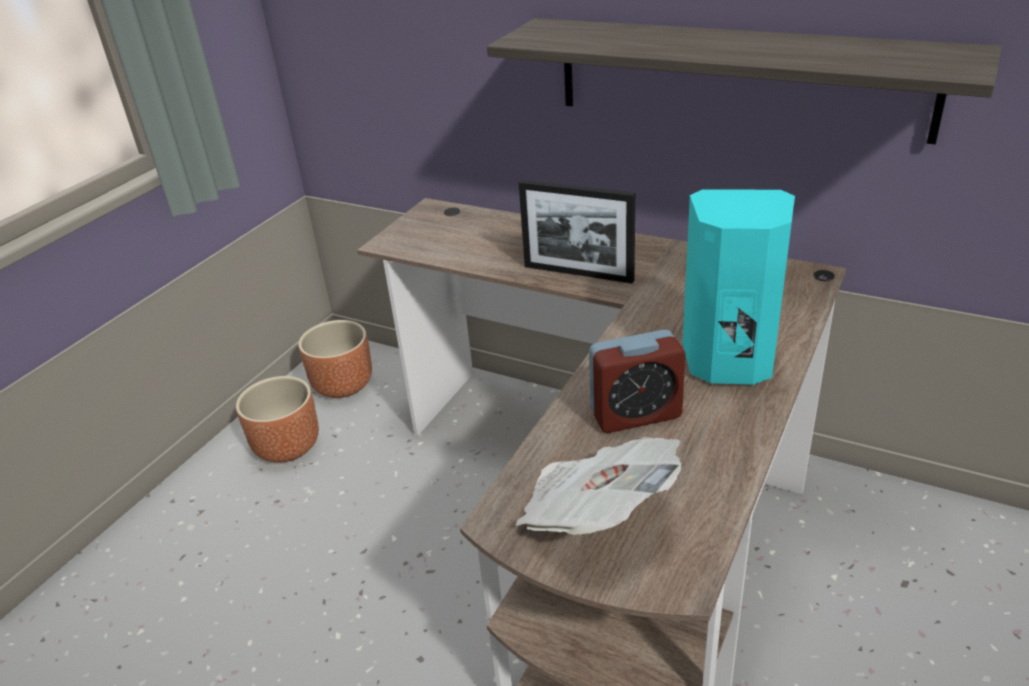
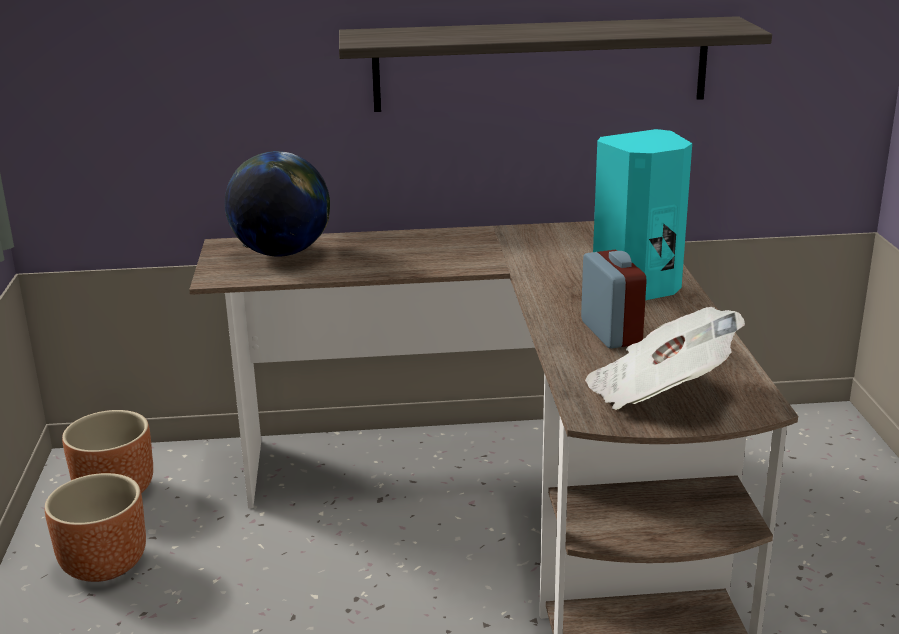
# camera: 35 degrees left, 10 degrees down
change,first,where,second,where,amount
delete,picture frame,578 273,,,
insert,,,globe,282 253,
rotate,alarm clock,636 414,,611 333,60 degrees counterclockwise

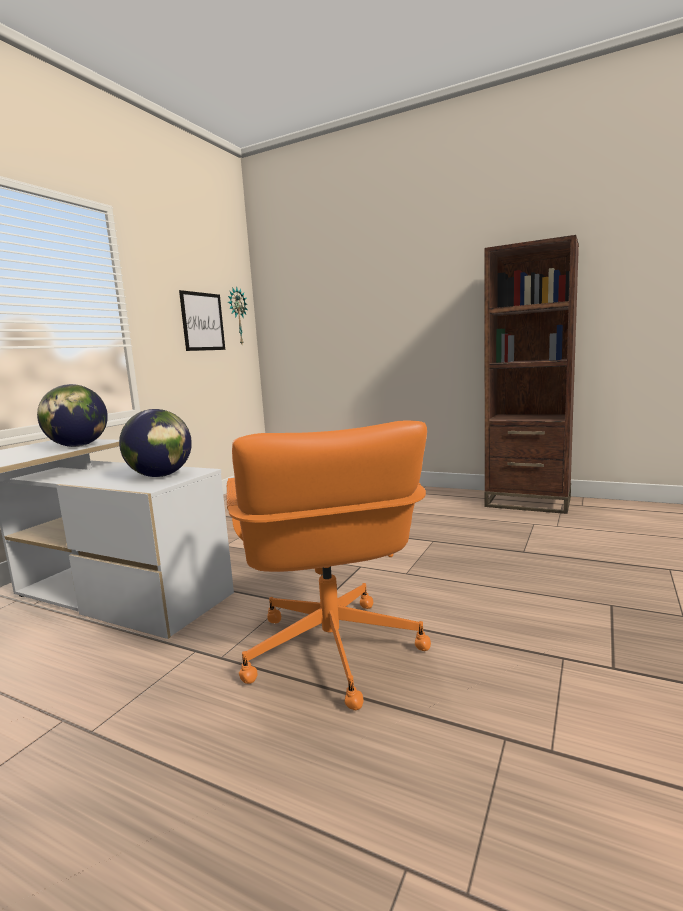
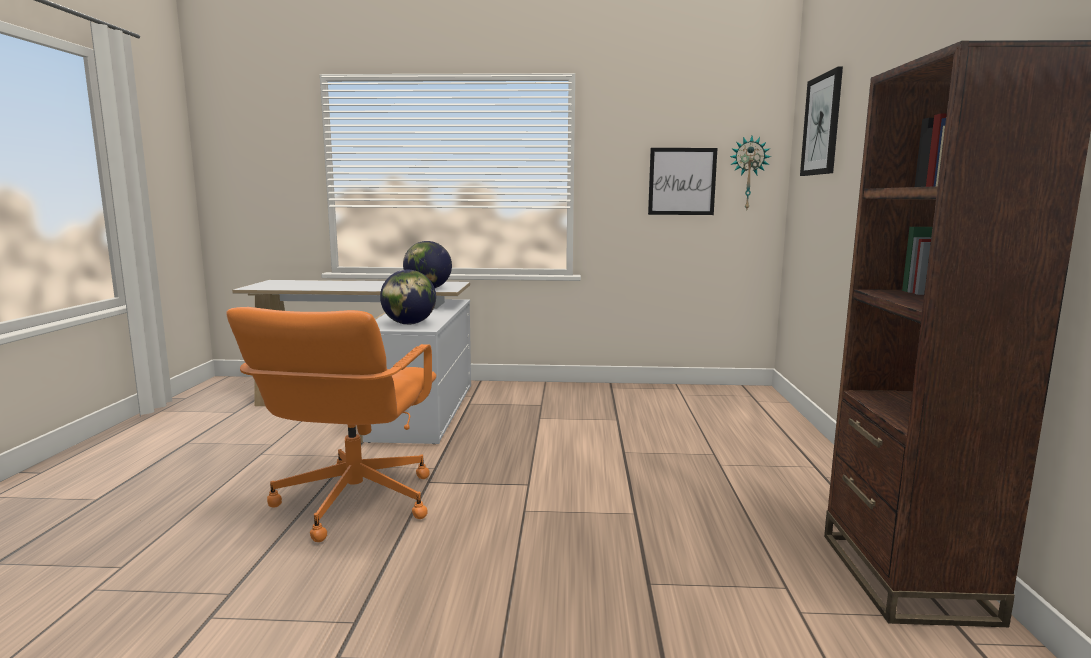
# camera: 65 degrees right, 0 degrees up
change,first,where,second,where,amount
insert,,,picture,822 125,
rotate,orange office chair,331 652,,353 502,45 degrees counterclockwise

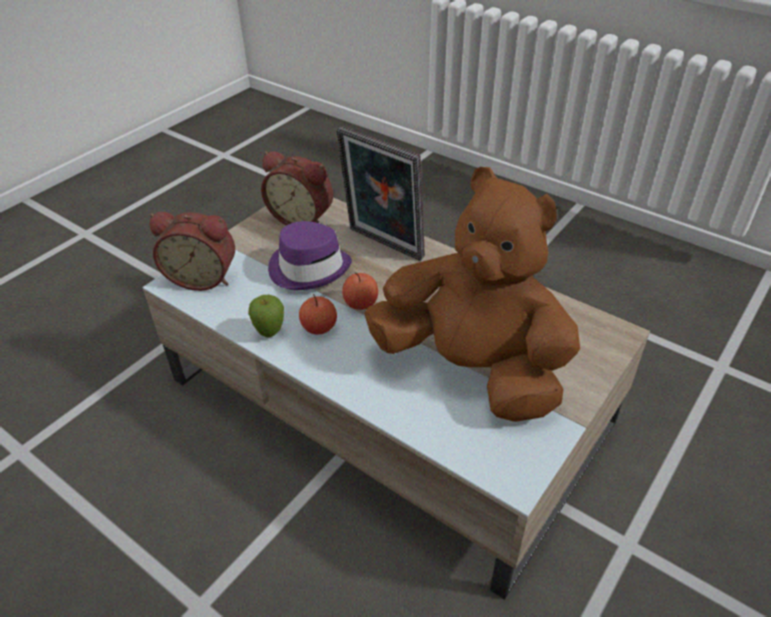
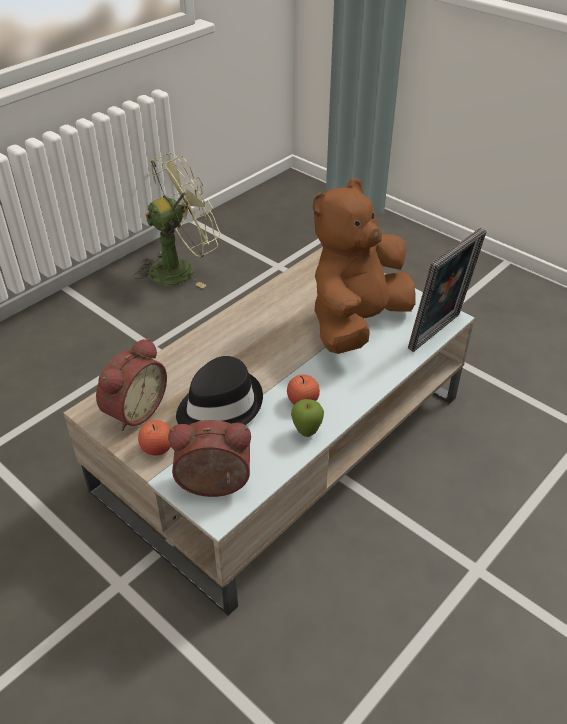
# camera: 85 degrees left, 0 degrees up
change,first,where,second,where,amount
insert,,,green fan,181 269,
move,picture frame,382 245,,438 333,
move,apple,360 303,,157 448,
recolor,purple hat,309 268,black hat,219 406,
rotate,alarm clock,203 277,,214 487,105 degrees counterclockwise

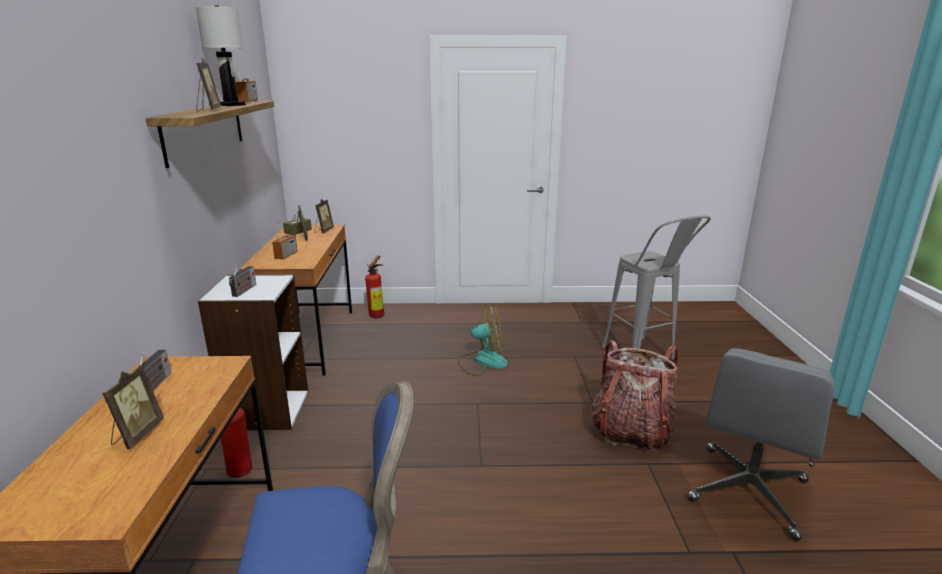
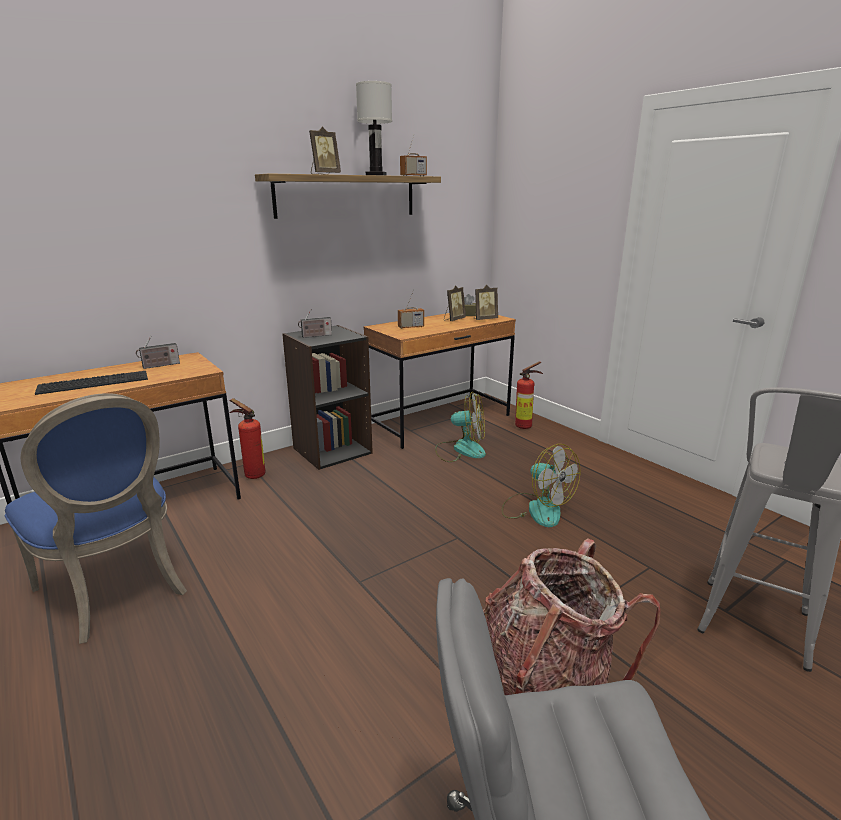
# camera: 55 degrees right, 0 degrees up
change,first,where,second,where,amount
insert,,,fan,461 450,
replace,picture frame,136 435,keyboard,95 382,
recolor,white bookcase,267 410,black bookcase,332 450,

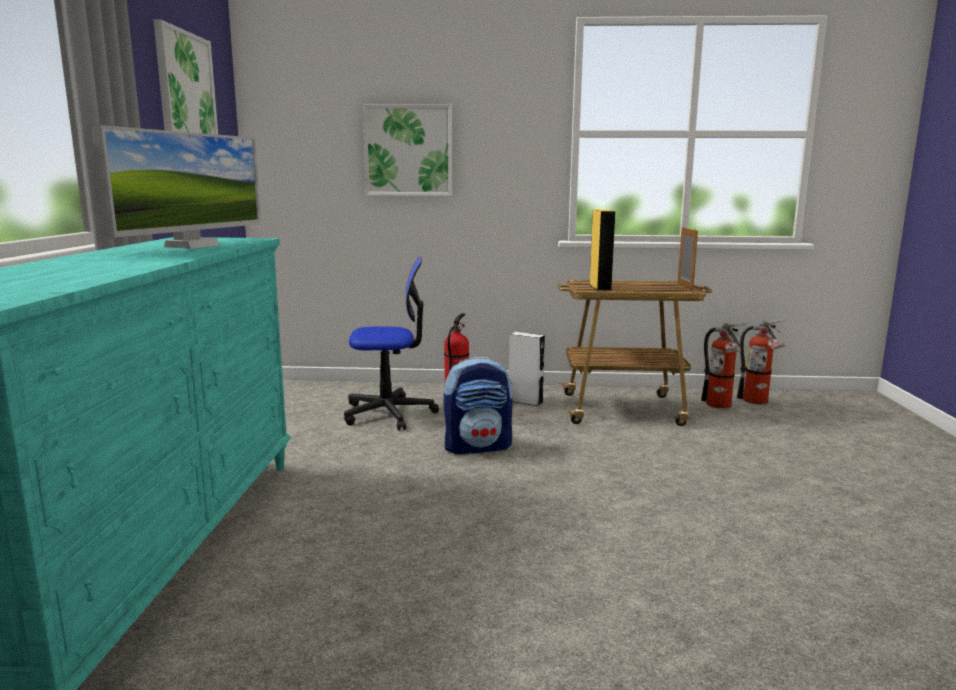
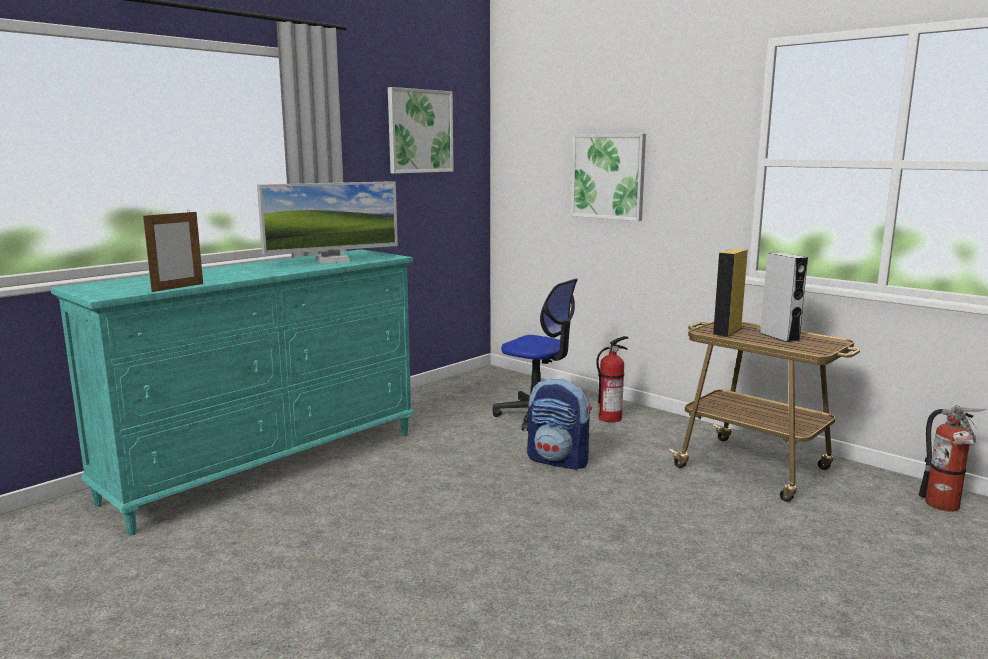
# camera: 40 degrees right, 0 degrees up
change,first,where,second,where,amount
delete,fire extinguisher,720 406,,,
move,grey speaker,525 401,,779 337,
move,picture frame,684 287,,178 287,

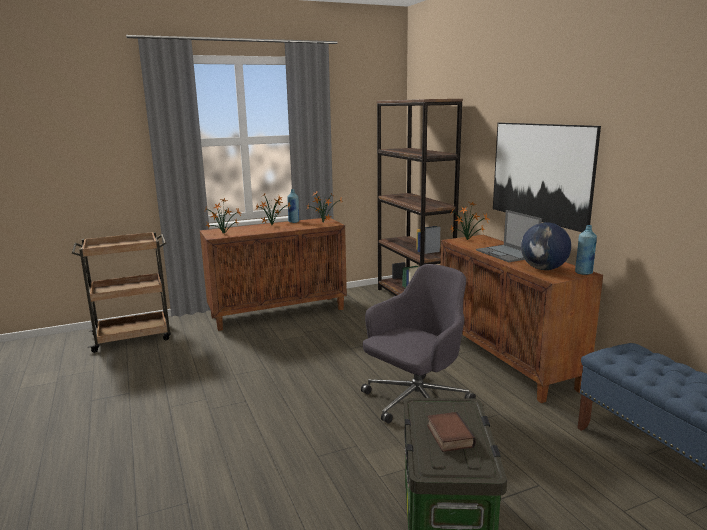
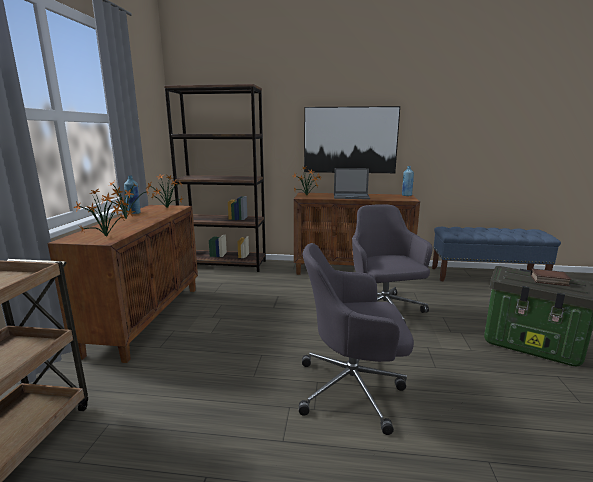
# camera: 60 degrees left, 0 degrees up
change,first,where,second,where,amount
delete,globe,543 269,,,
insert,,,grey office chair,353 388,

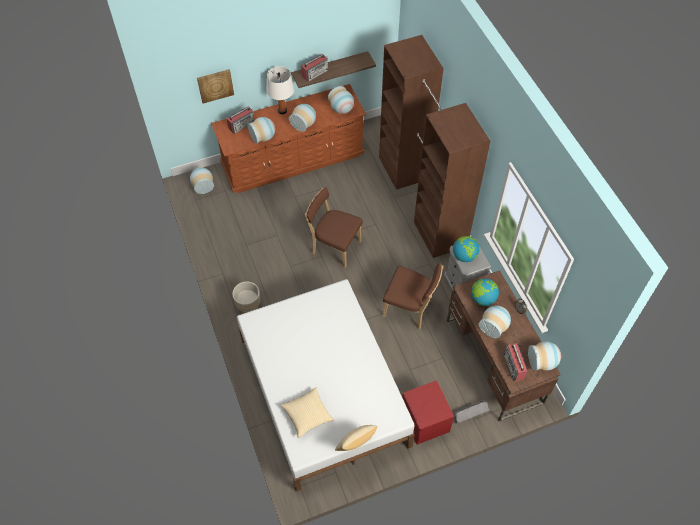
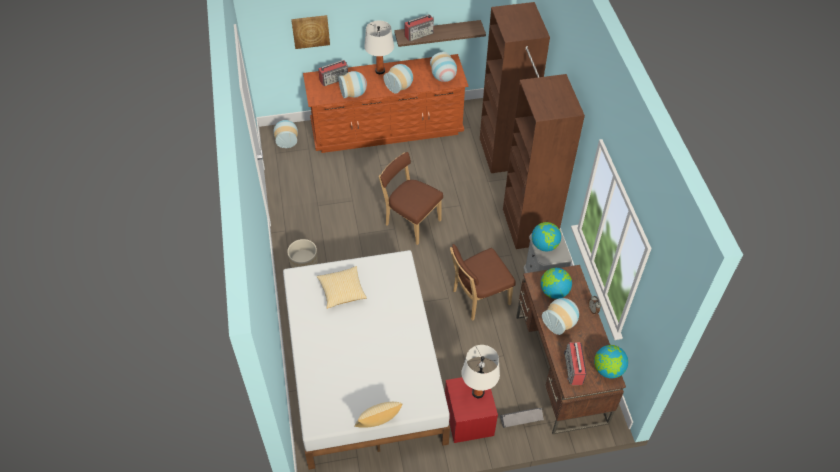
# camera: 10 degrees right, 5 degrees down
change,first,where,second,where,amount
insert,,,white table lamp,478 393,
move,pillow,307 415,,342 291,
replace,vase,542 362,globe,607 369,
rotate,brown chair,410 309,,478 298,120 degrees clockwise

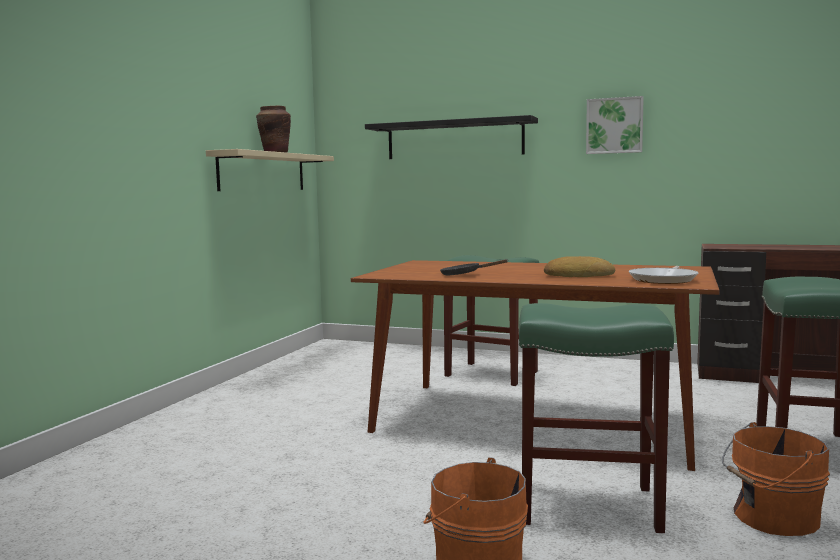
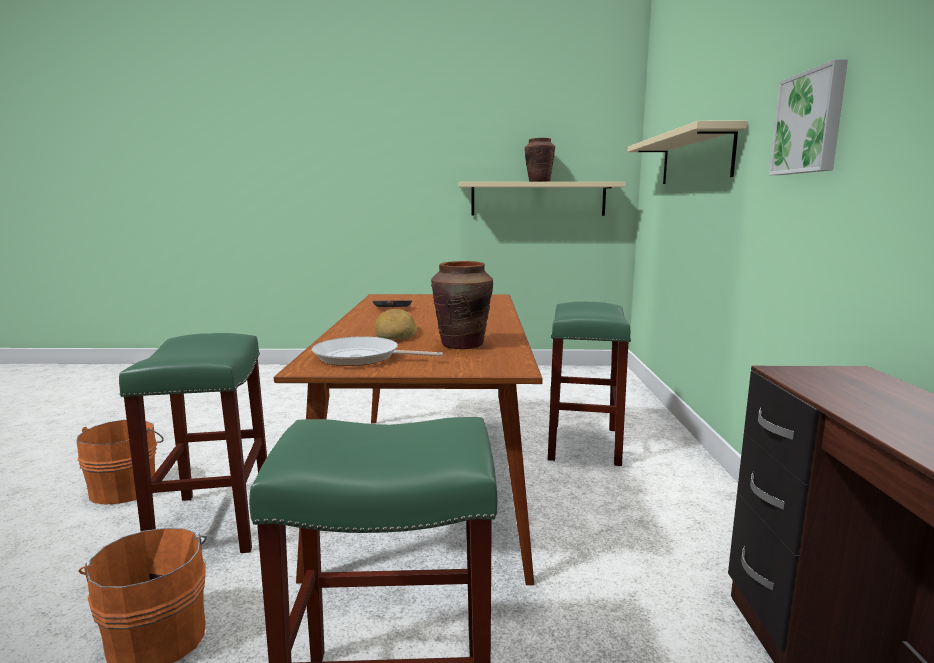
# camera: 70 degrees right, 5 degrees up
change,first,where,second,where,amount
insert,,,brown vase,462 344,
recolor,black shelf,454 139,beige shelf,695 158,

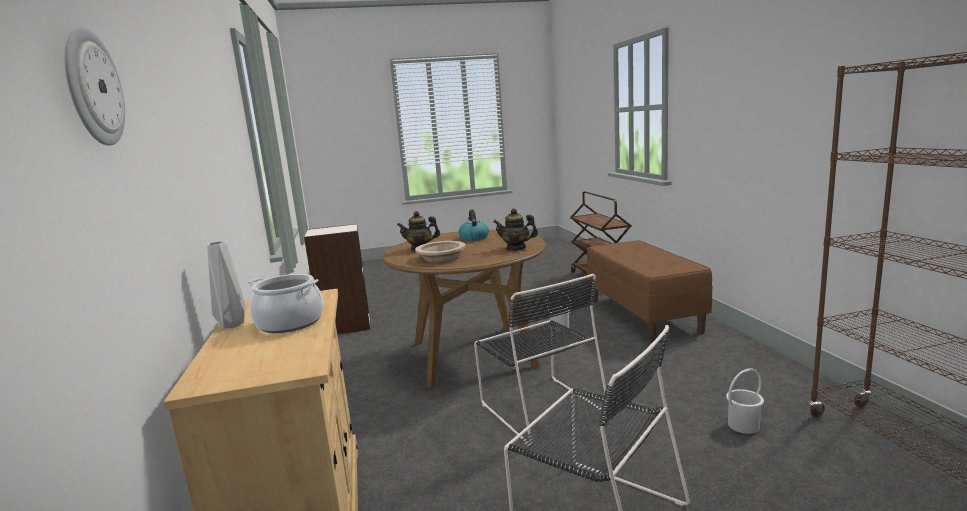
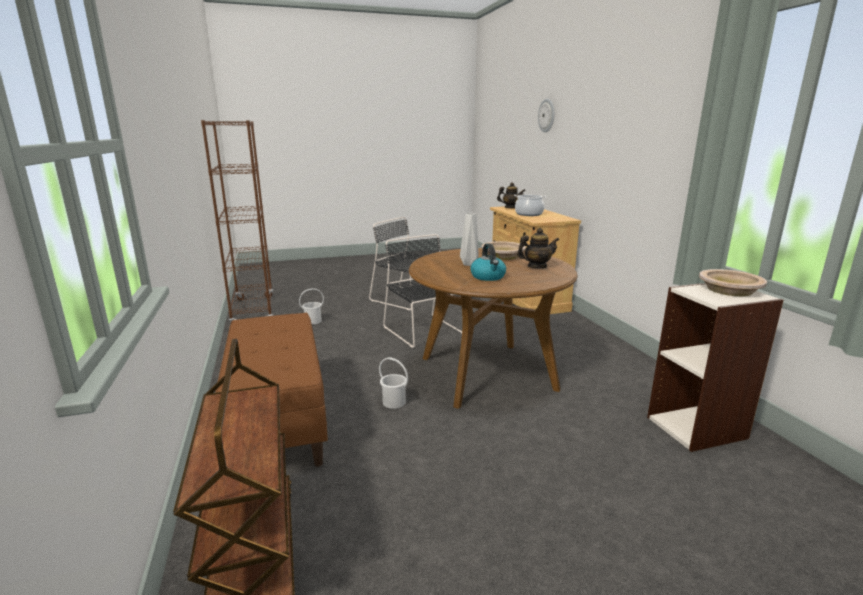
# camera: 175 degrees right, 5 degrees up
change,first,where,second,where,amount
insert,,,beige bowl,729 290,
move,grey vase,232 324,,470 264,
move,teapot,516 248,,510 207,

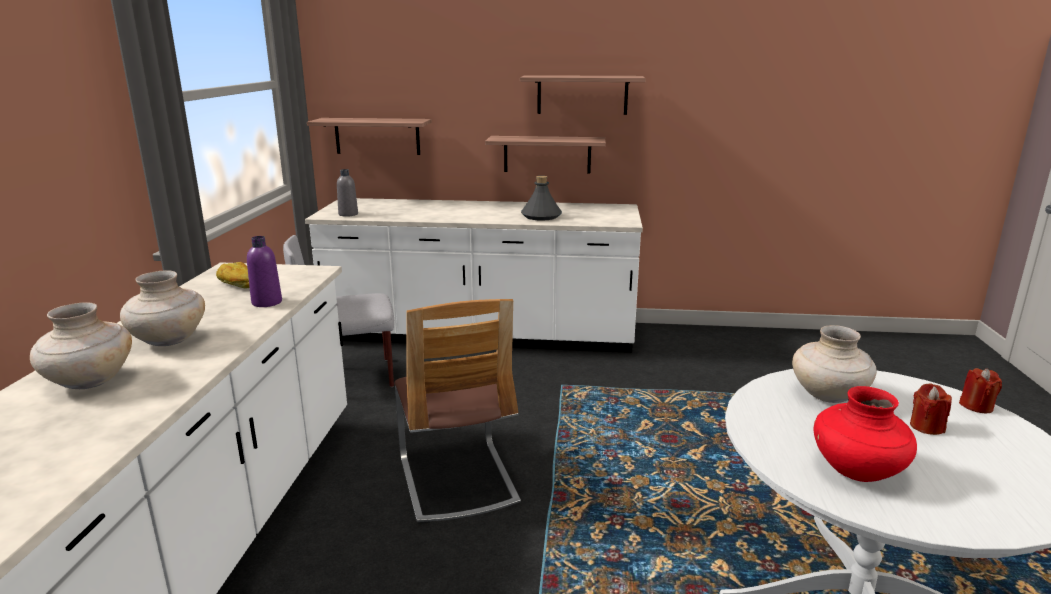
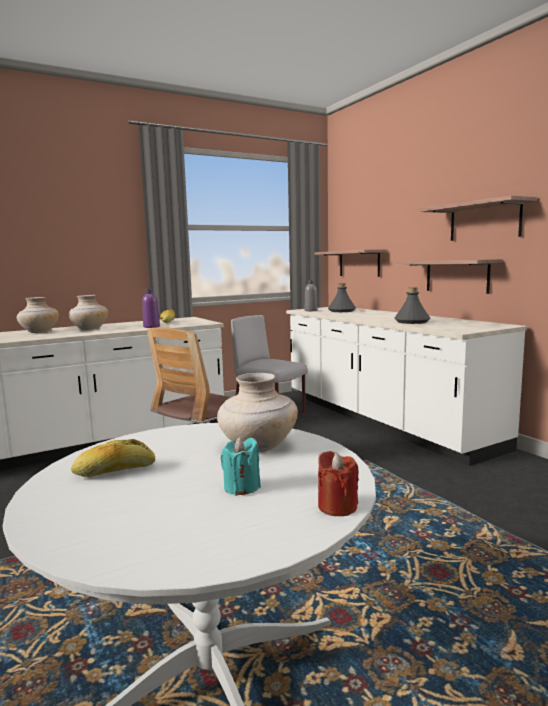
# camera: 55 degrees right, 10 degrees down
change,first,where,second,where,amount
insert,,,grey bottle,342 311,
replace,red vase,857 471,bread,115 471,
recolor,red candle,926 427,turquoise candle,241 487,

